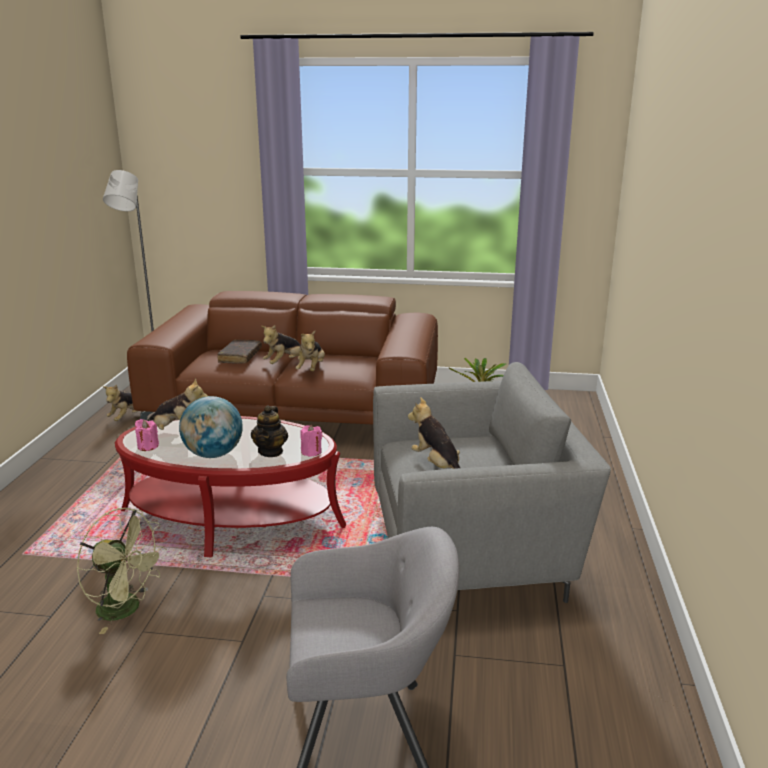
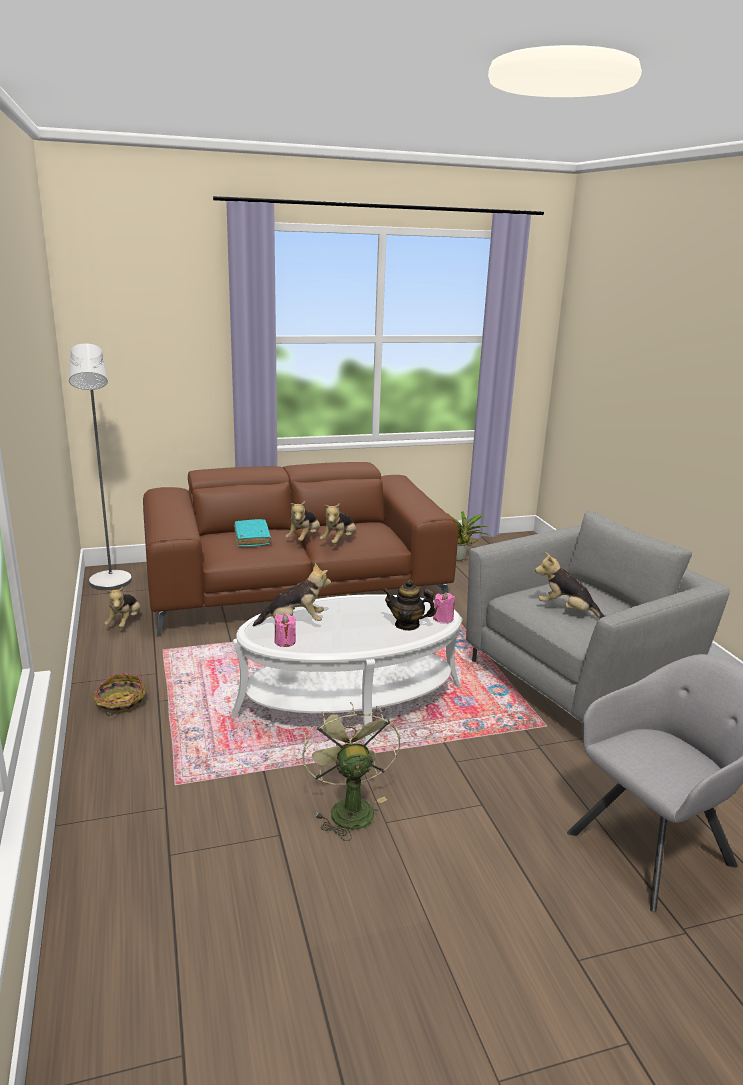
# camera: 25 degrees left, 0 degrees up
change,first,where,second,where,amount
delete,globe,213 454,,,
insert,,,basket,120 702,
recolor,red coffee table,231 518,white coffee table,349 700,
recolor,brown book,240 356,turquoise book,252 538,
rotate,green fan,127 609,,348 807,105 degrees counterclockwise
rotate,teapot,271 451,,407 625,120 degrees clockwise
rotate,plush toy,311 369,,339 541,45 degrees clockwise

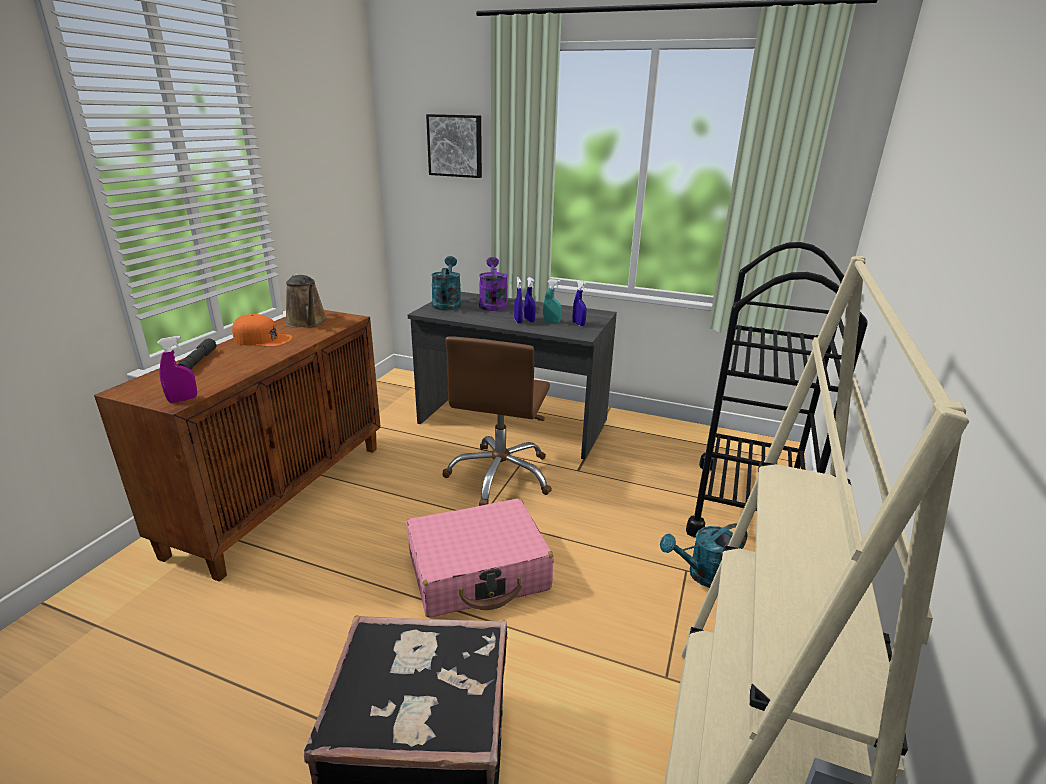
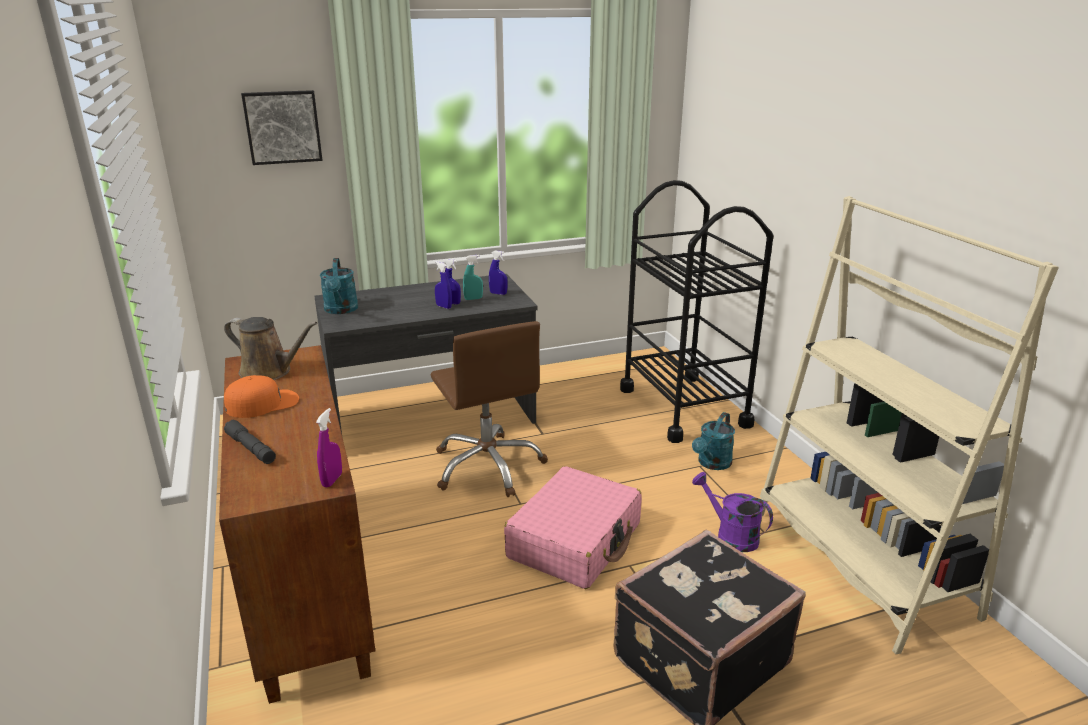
# camera: 40 degrees left, 0 degrees up
change,first,where,second,where,amount
move,purple watering can,492 304,,730 535,
rotate,turquoise watering can,447 303,,341 310,150 degrees counterclockwise

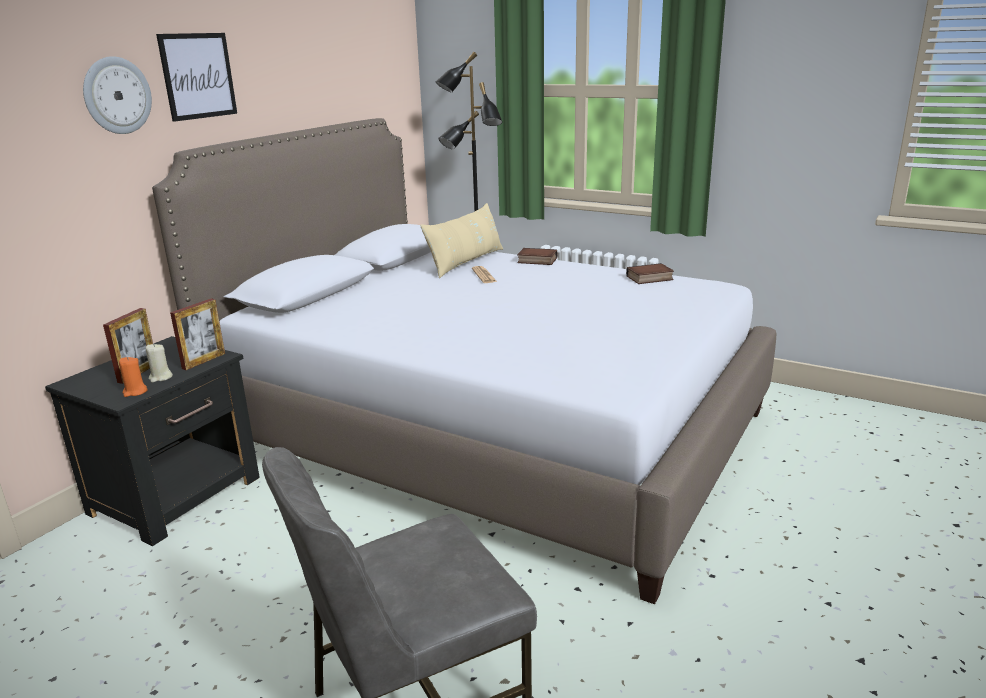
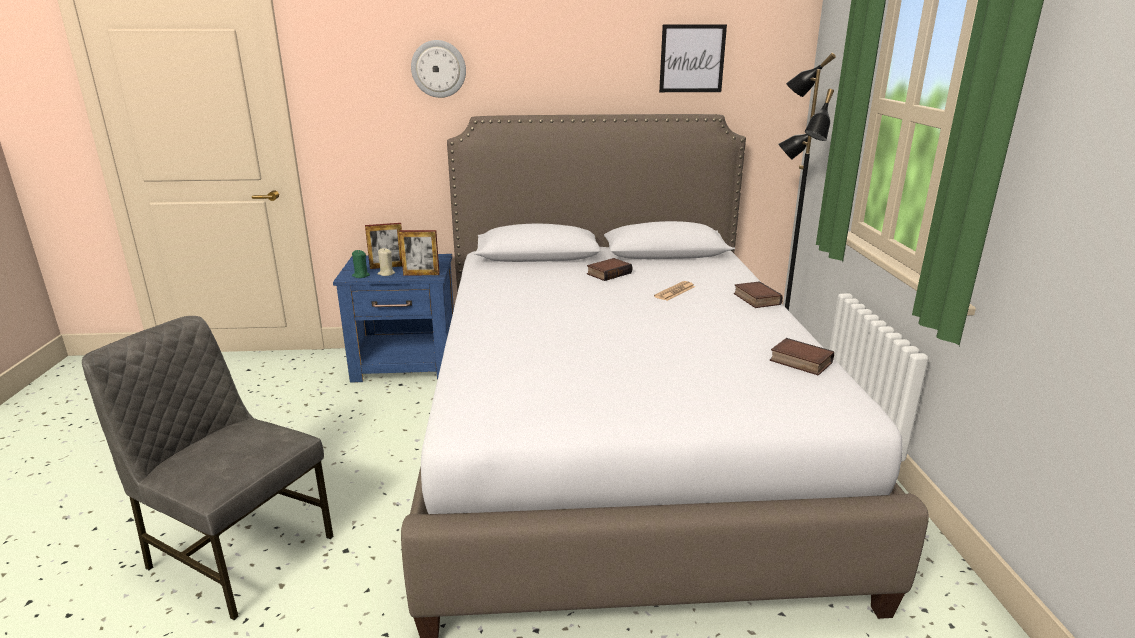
# camera: 55 degrees right, 0 degrees up
change,first,where,second,where,amount
delete,beige pillow,466 262,,,
insert,,,book,608 273,
move,picture,198 76,,692 58,
recolor,black nightstand,178 495,blue nightstand,407 364,
recolor,orange candle,135 392,green candle,361 275,

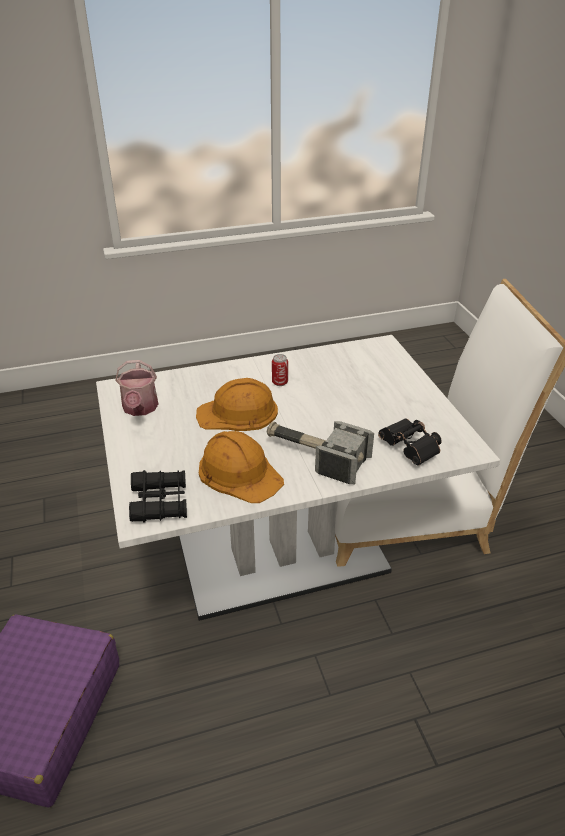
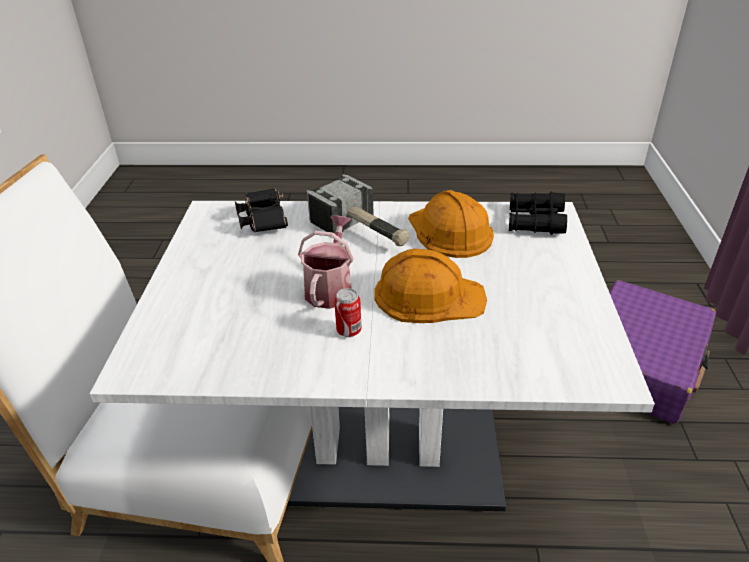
# camera: 160 degrees left, 0 degrees up
change,first,where,second,where,amount
move,watering can,140 409,,330 287,

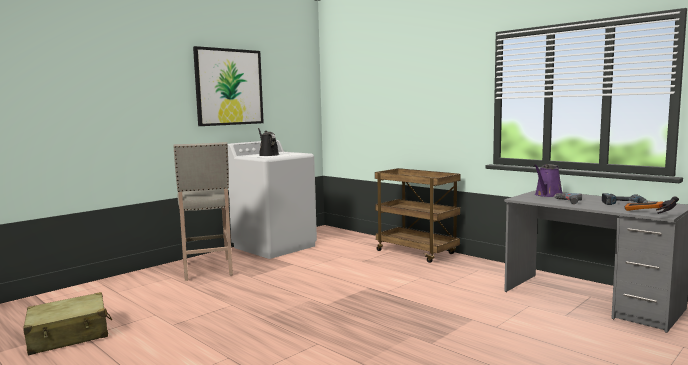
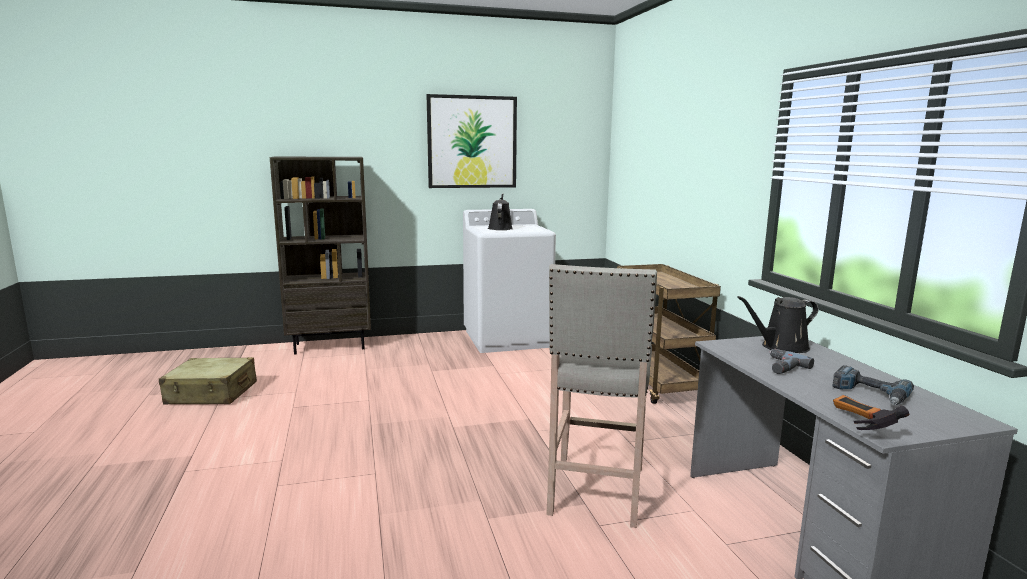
# camera: 30 degrees right, 5 degrees up
change,first,where,second,where,amount
insert,,,brown bookcase,330 346,
move,beige stool,207 270,,595 492,
recolor,purple watering can,547 195,black watering can,781 347,

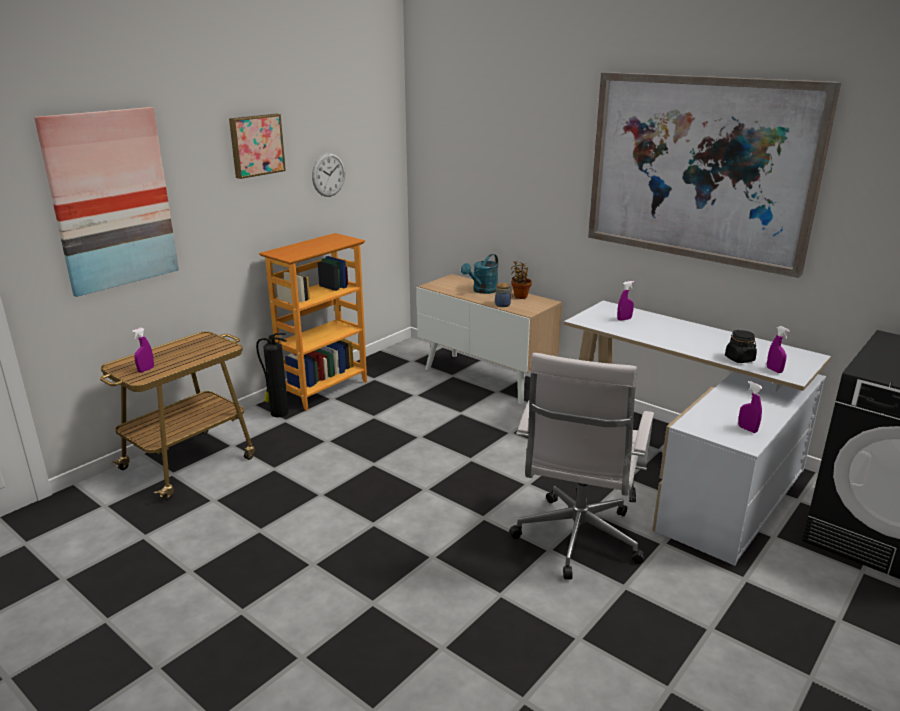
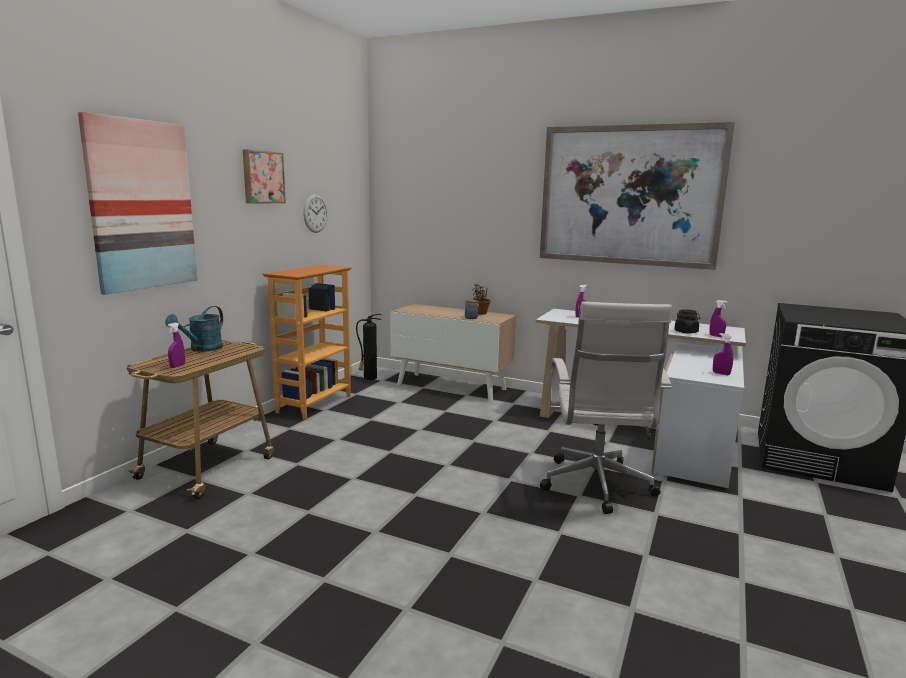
# camera: 15 degrees left, 10 degrees down
change,first,where,second,where,amount
move,fire extinguisher,278 413,,369 378,
move,turquoise watering can,482 291,,202 349,

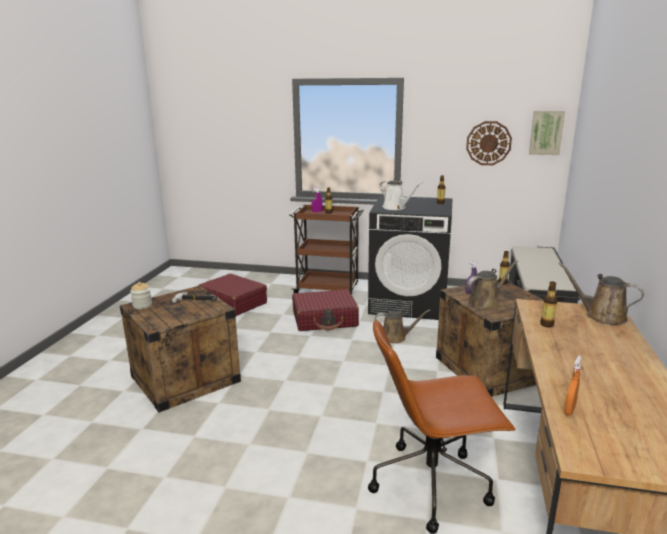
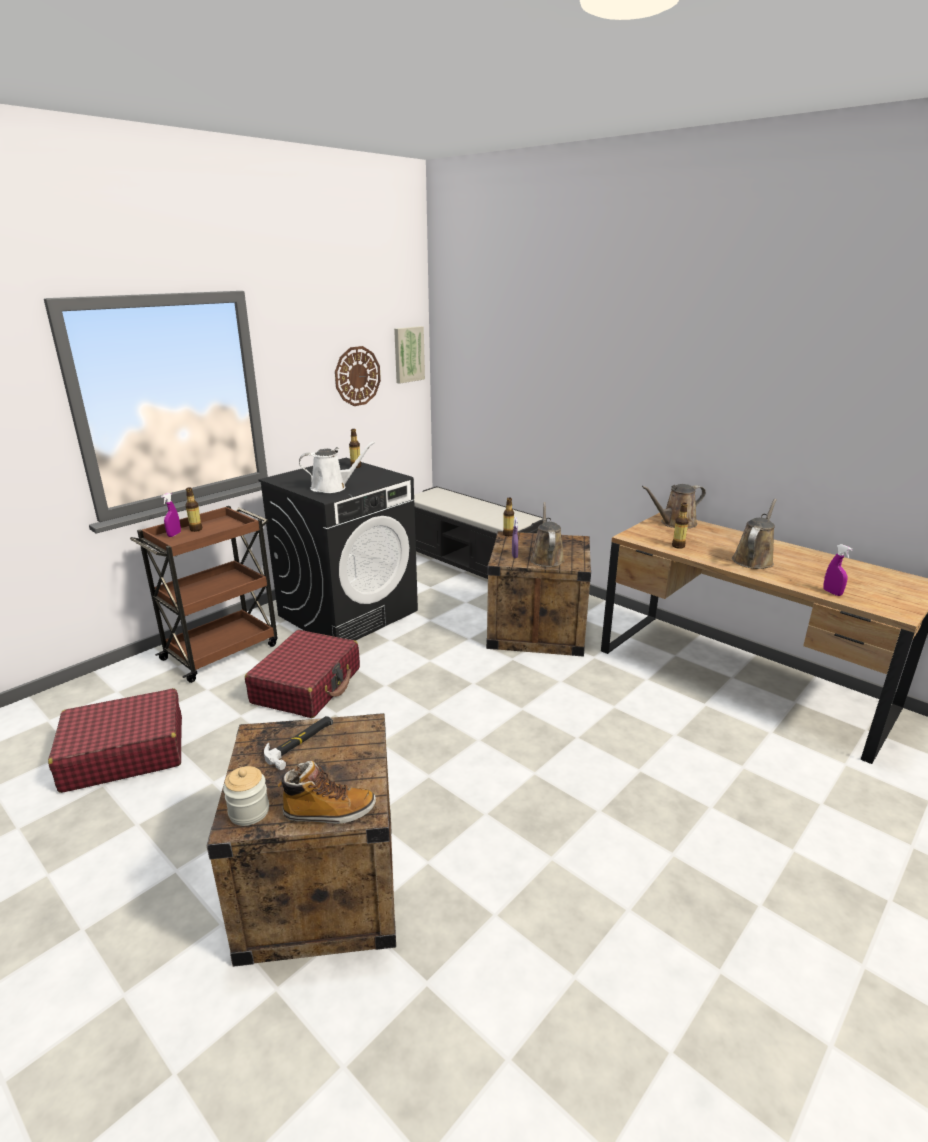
# camera: 60 degrees left, 5 degrees up
change,first,where,second,where,amount
delete,brown office chair,432 483,,,
insert,,,boot,329 812,
move,brown watering can,396 337,,753 559,
recolor,orange spray bottle,569 410,purple spray bottle,832 592,

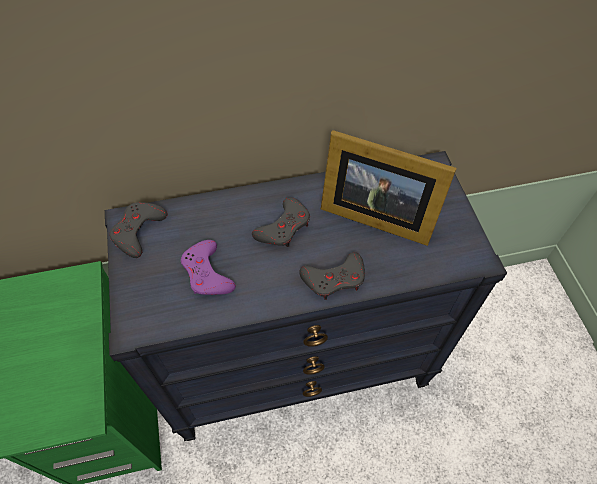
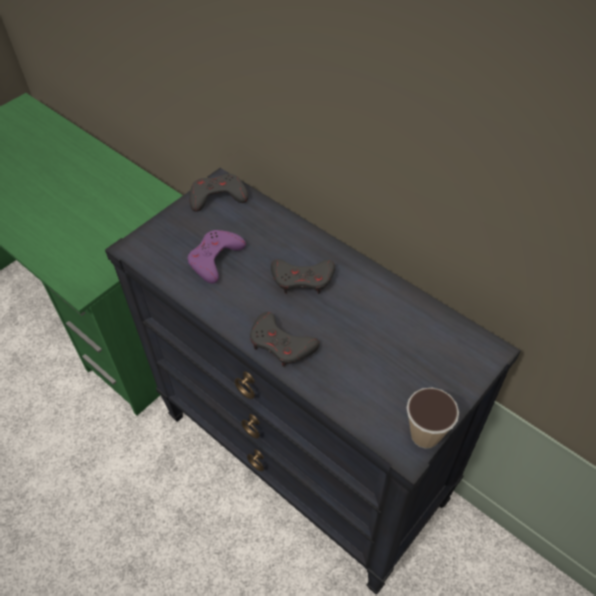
# camera: 55 degrees right, 5 degrees down
change,first,where,second,where,amount
delete,picture frame,374 213,,,
insert,,,cup,425 435,

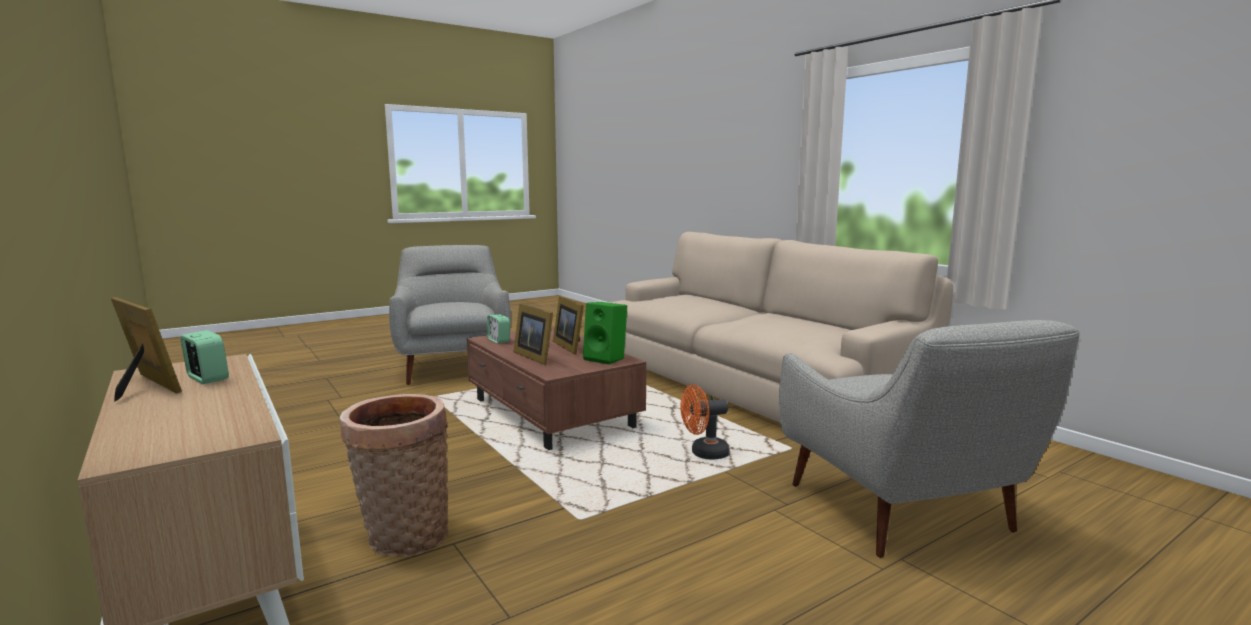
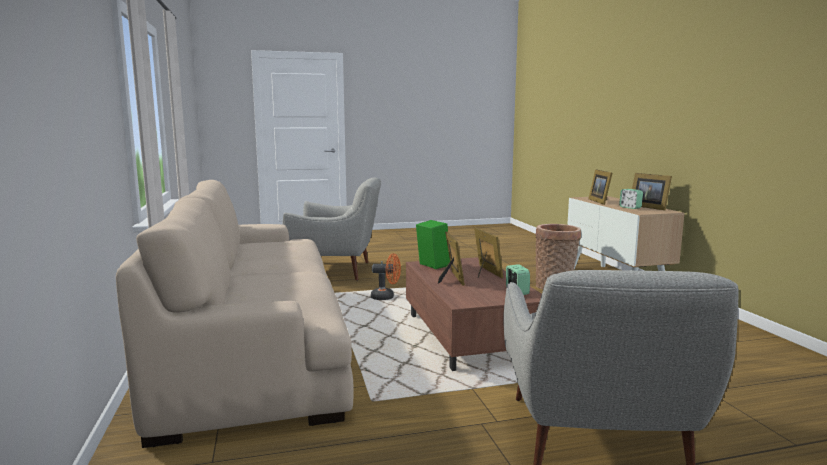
# camera: 160 degrees left, 0 degrees up
change,first,where,second,where,amount
insert,,,picture frame,600 201,
rotate,grey armchair,904 512,,336 270,90 degrees clockwise

